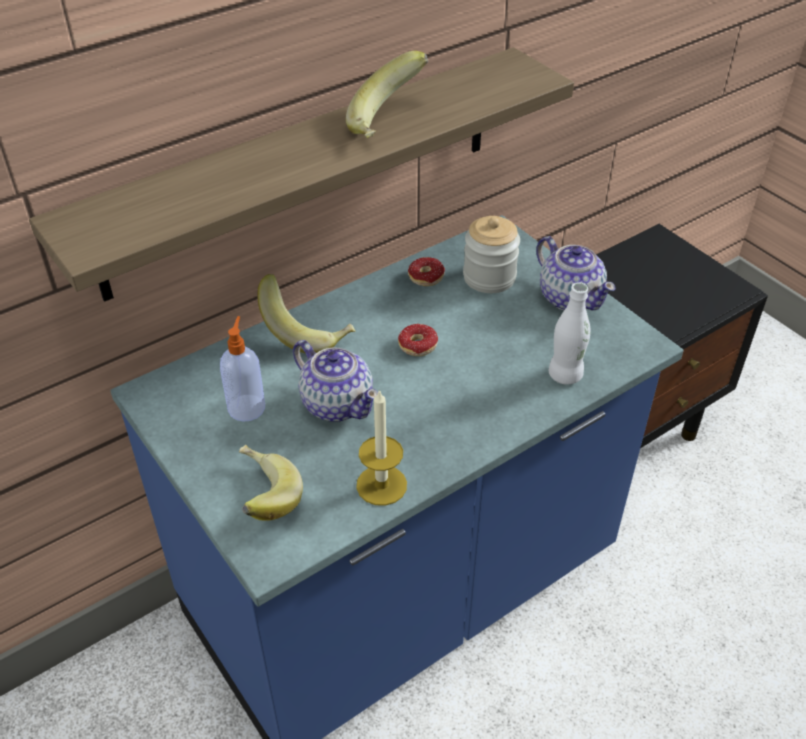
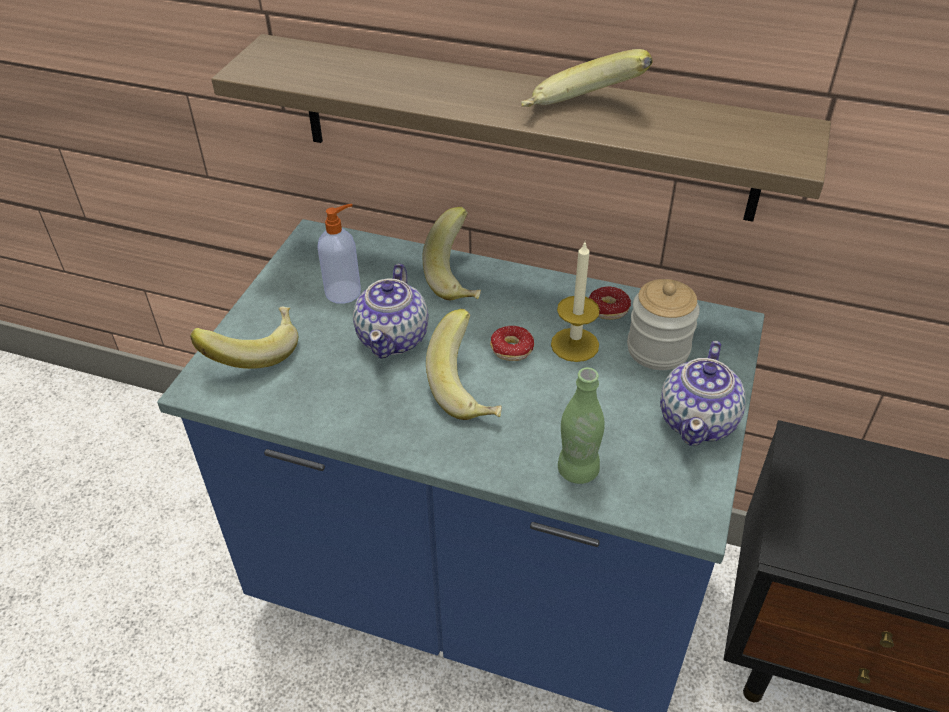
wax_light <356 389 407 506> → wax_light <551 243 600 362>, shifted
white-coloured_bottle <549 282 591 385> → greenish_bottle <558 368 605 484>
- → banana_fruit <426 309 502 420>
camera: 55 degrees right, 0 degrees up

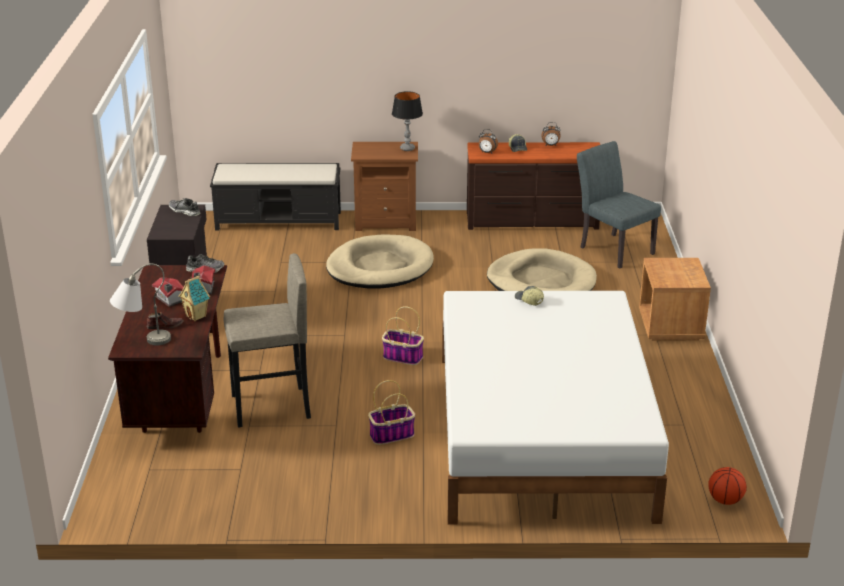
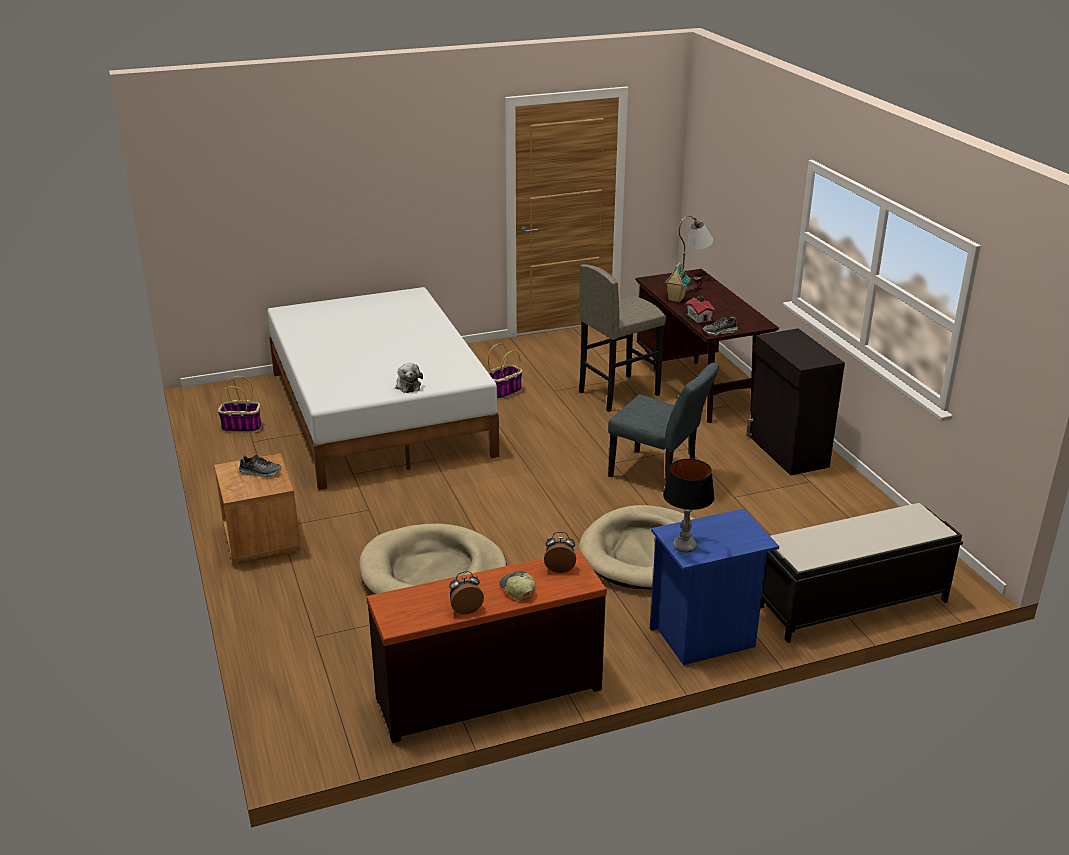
miniature_house <152 277 184 307> → -
shoe <169 198 201 216> → shoe <239 455 281 478>, shifted
brown_bedside_table <351 142 418 231> → blue-coloured_bedside_table <650 509 779 665>
household_basket <382 306 424 365> → household_basket <218 376 262 432>, shifted
peaked_cap <515 286 544 306> → plush_toy <395 363 423 393>
greyish_chair <577 141 661 268> → greyish_chair <608 363 719 481>, shifted
basketball <708 467 747 505> → -
camera: 160 degrees right, 0 degrees up

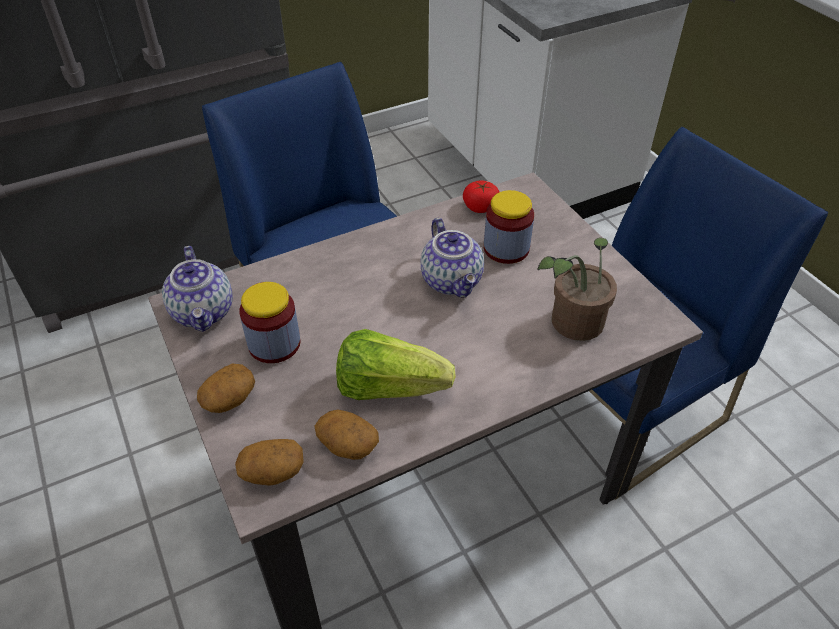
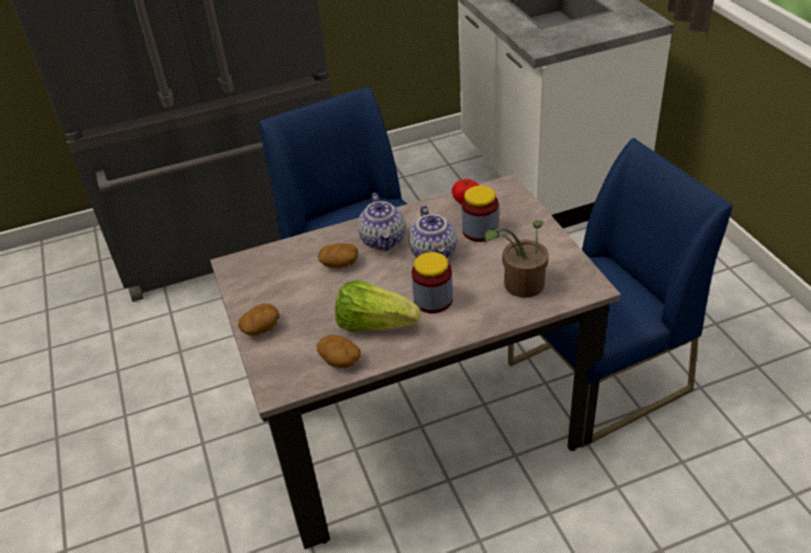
pot_for_tea <162 246 233 332> → pot_for_tea <358 193 405 251>, shifted
whole_potato <235 439 304 486> → whole_potato <318 243 358 268>, shifted
preserve_jar <239 282 301 363> → preserve_jar <412 252 453 313>, shifted
camera: 10 degrees right, 5 degrees down

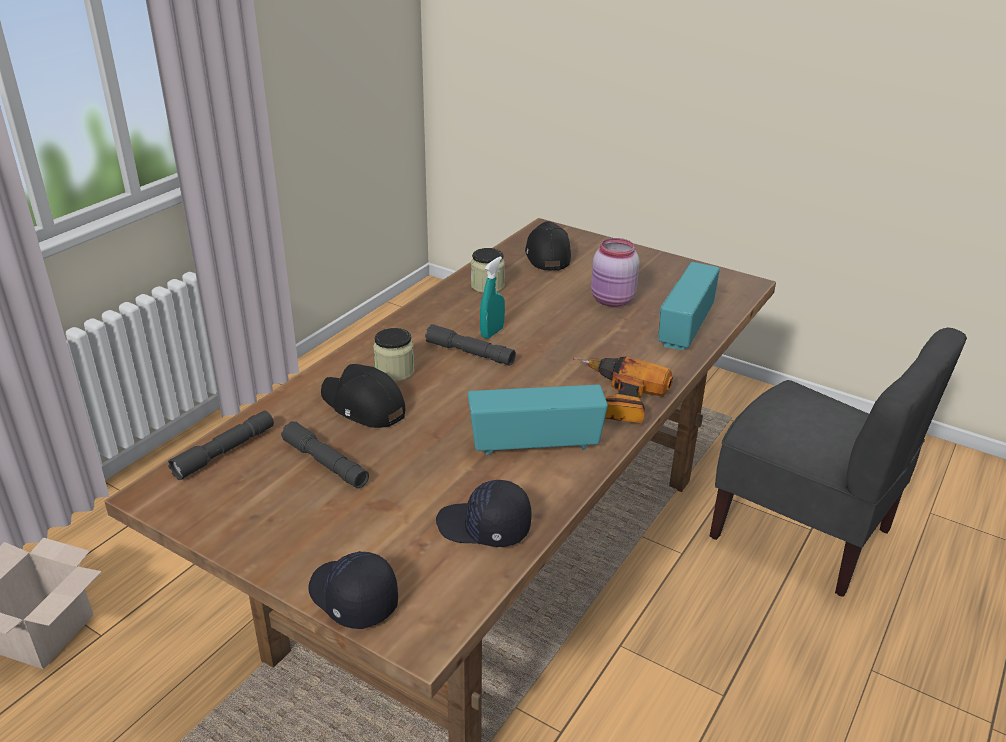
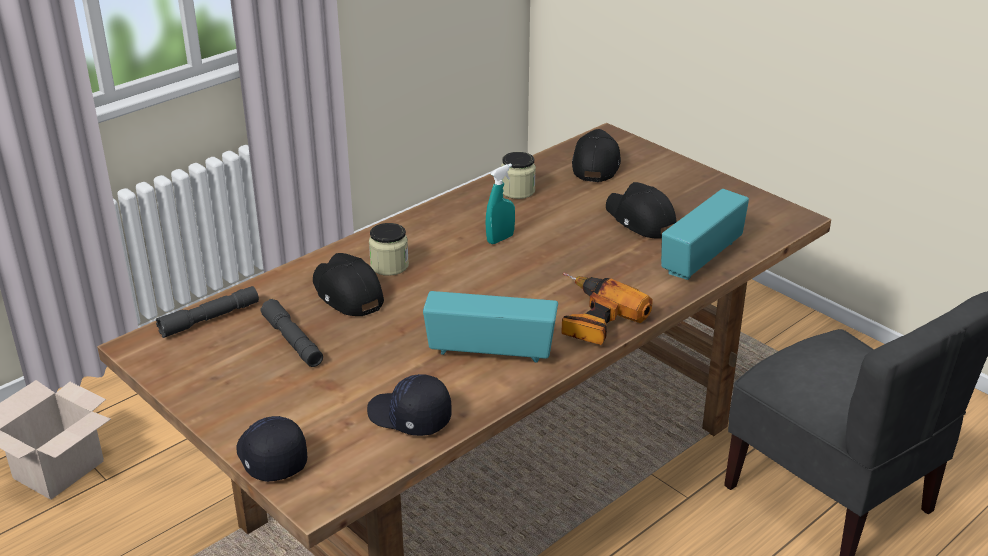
greyish_hand_torch <425 324 516 365> → -
pink-coloured_preserve_jar <591 238 640 307> → black-coloured_peaked_cap <606 182 677 239>
camera: 15 degrees right, 0 degrees up

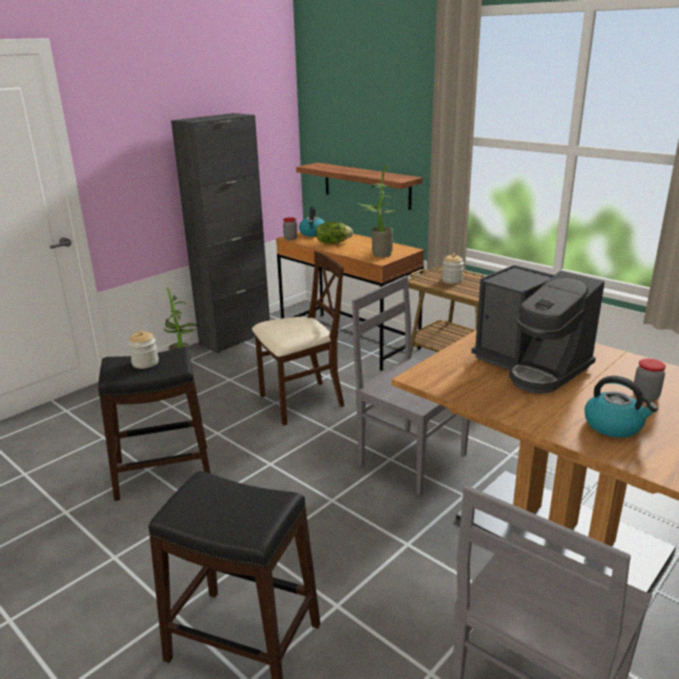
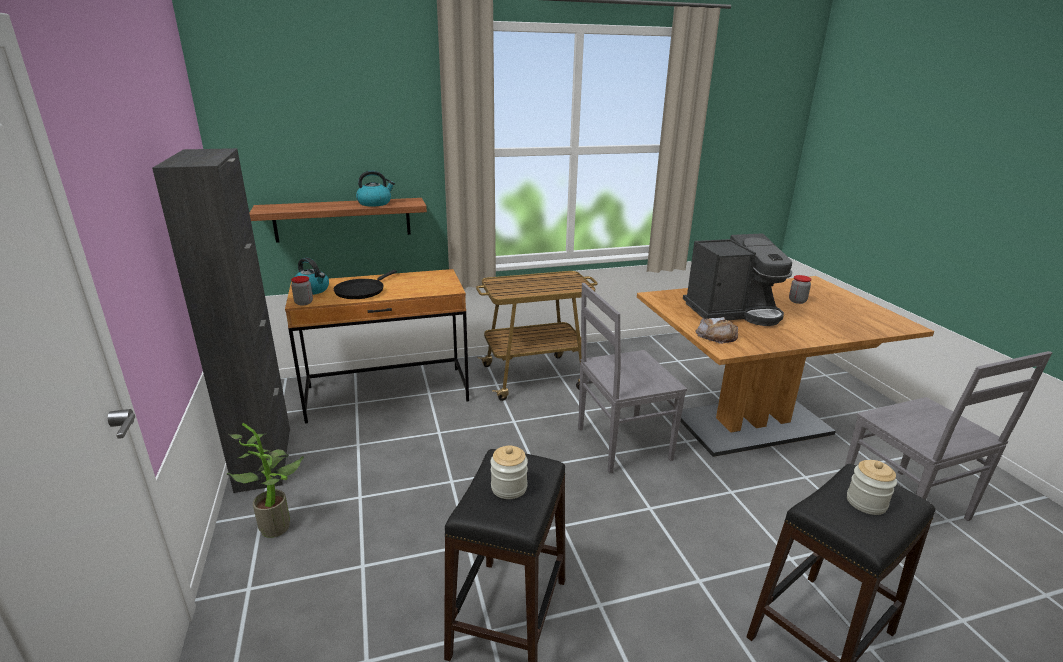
beige_chair <252 251 344 426> → -
lettuce_head <316 222 353 244> → black-coloured_skillet <334 270 397 299>
plant_in_a_pot <357 165 395 257> → -
preserve_jar <442 253 464 283> → preserve_jar <847 460 897 515>, shifted
kettle <584 376 658 438> → kettle <356 171 395 207>, shifted
- → baked_bread <695 317 738 344>
camera: 60 degrees left, 0 degrees up

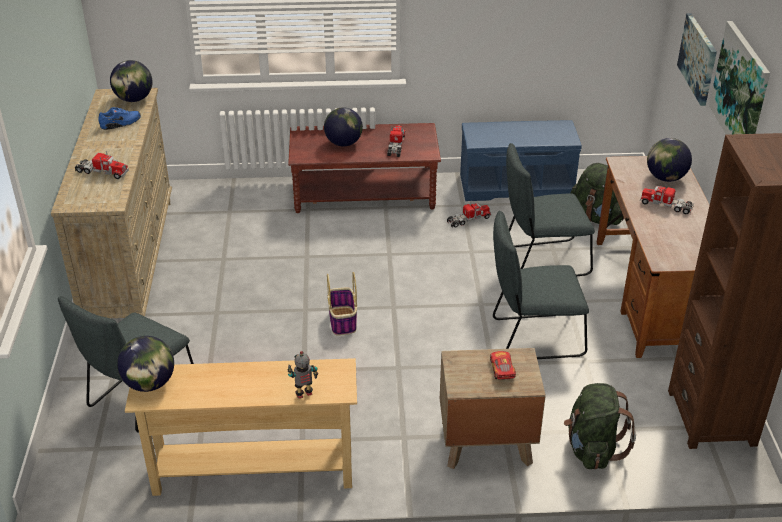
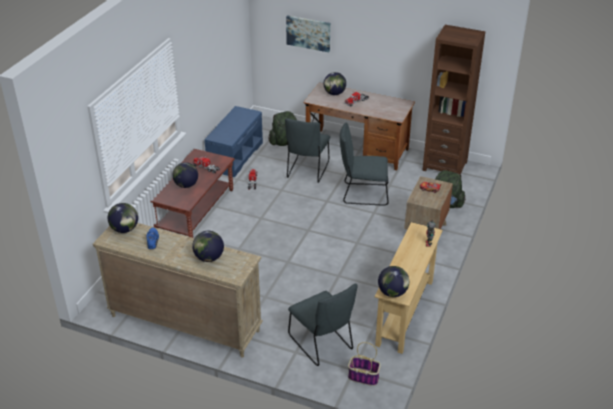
toy_lorry <75 151 129 179> → globe <192 231 224 262>
household_basket <327 272 357 336> → household_basket <348 342 381 386>, shifted
greyish_chair <493 211 589 359> → greyish_chair <340 123 389 206>, 75 degrees clockwise
picture <709 21 770 135> → -
camera: 65 degrees left, 0 degrees up

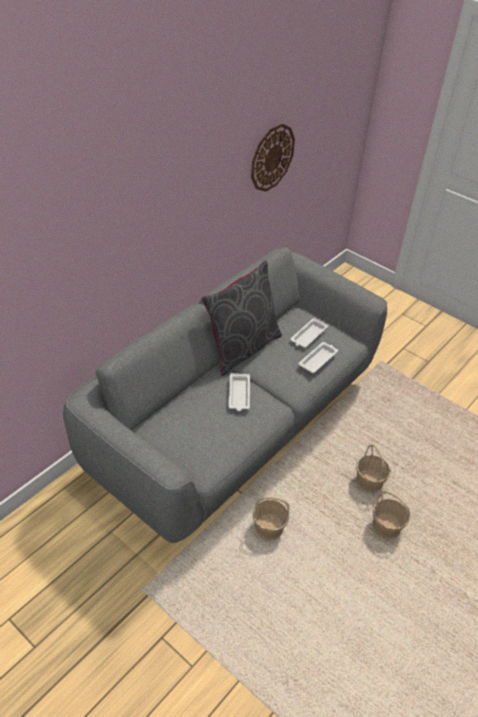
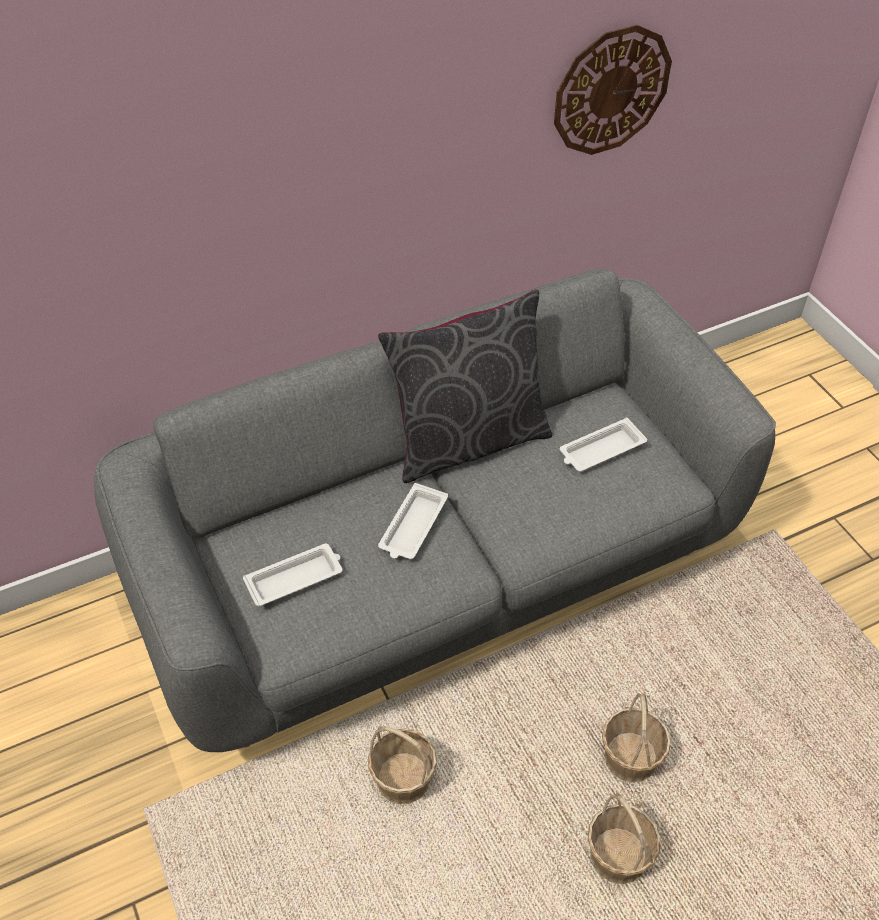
white-coloured_tray <298 342 338 373> → white-coloured_tray <243 544 342 607>, shifted
camera: 25 degrees right, 5 degrees up

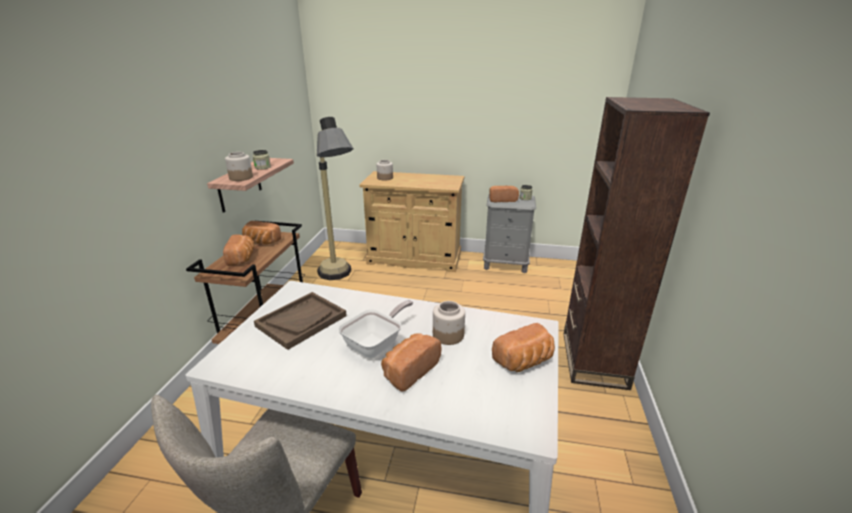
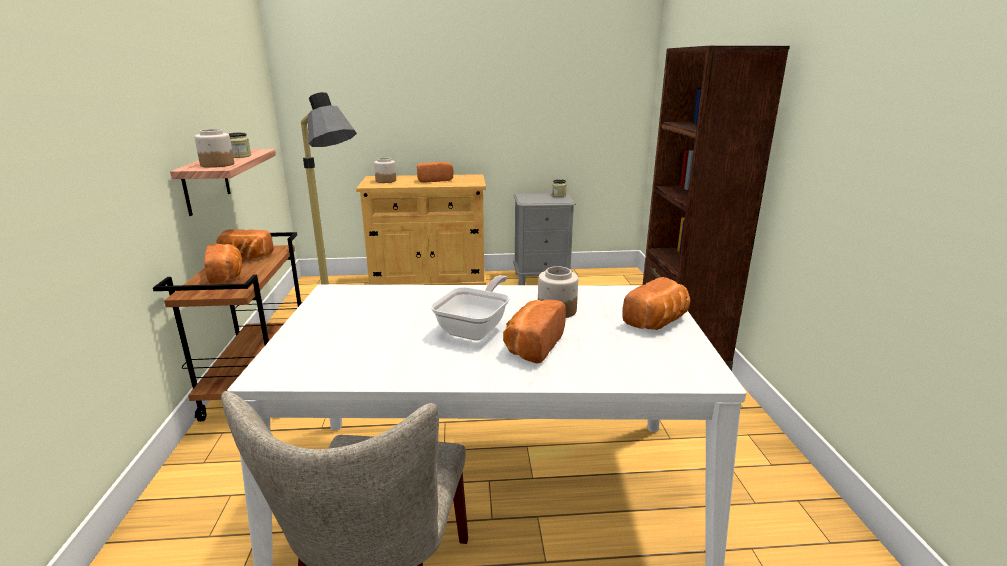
brown_tray <254 292 347 350> → -
baked_bread <489 186 519 202> → baked_bread <417 162 454 182>, shifted
camera: 15 degrees left, 5 degrees down

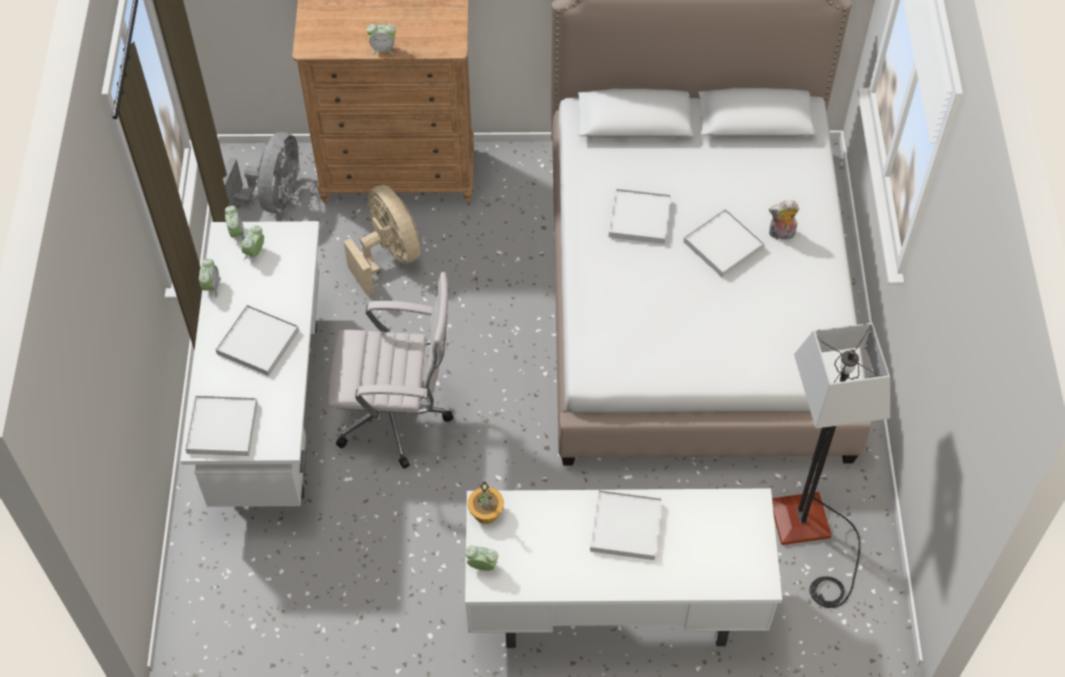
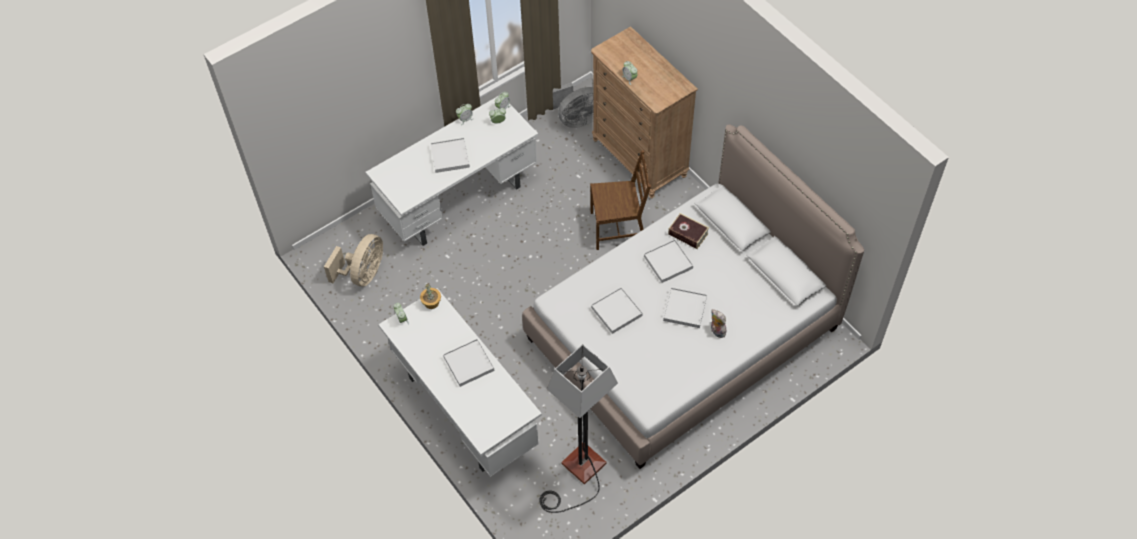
white-coloured_tray <185 395 258 456> → white-coloured_tray <591 287 643 334>, shifted
white-coloured_computer_chair <328 272 453 469> → -
beige_fan <344 185 420 296> → beige_fan <324 234 383 286>, shifted
- → brown_chair <590 150 651 250>
- → volume <668 213 709 249>
camera: 55 degrees right, 0 degrees up

